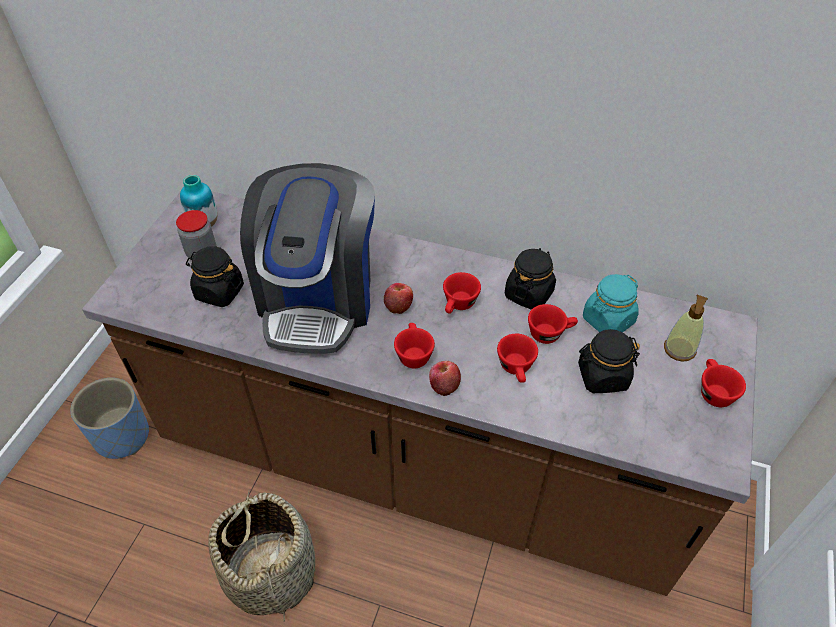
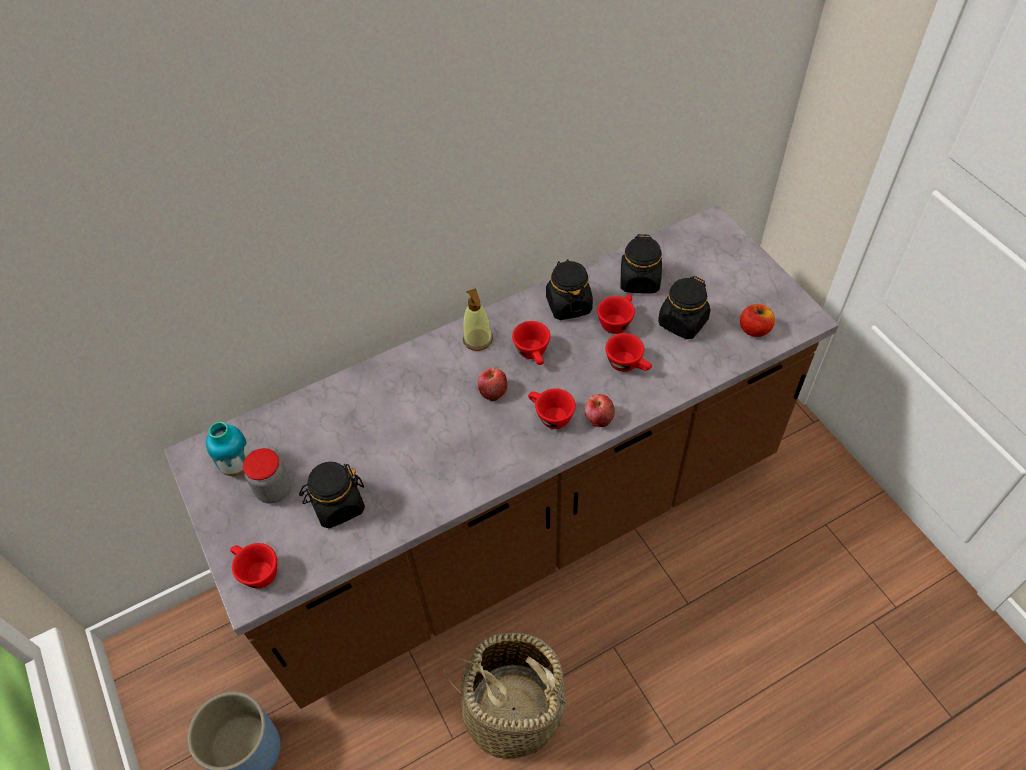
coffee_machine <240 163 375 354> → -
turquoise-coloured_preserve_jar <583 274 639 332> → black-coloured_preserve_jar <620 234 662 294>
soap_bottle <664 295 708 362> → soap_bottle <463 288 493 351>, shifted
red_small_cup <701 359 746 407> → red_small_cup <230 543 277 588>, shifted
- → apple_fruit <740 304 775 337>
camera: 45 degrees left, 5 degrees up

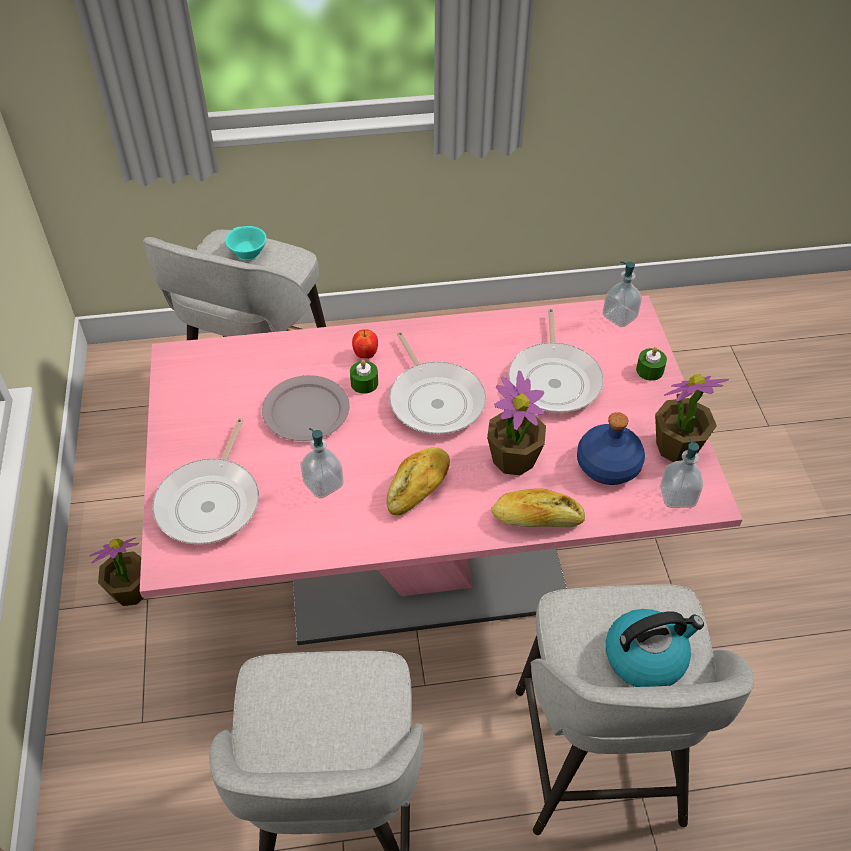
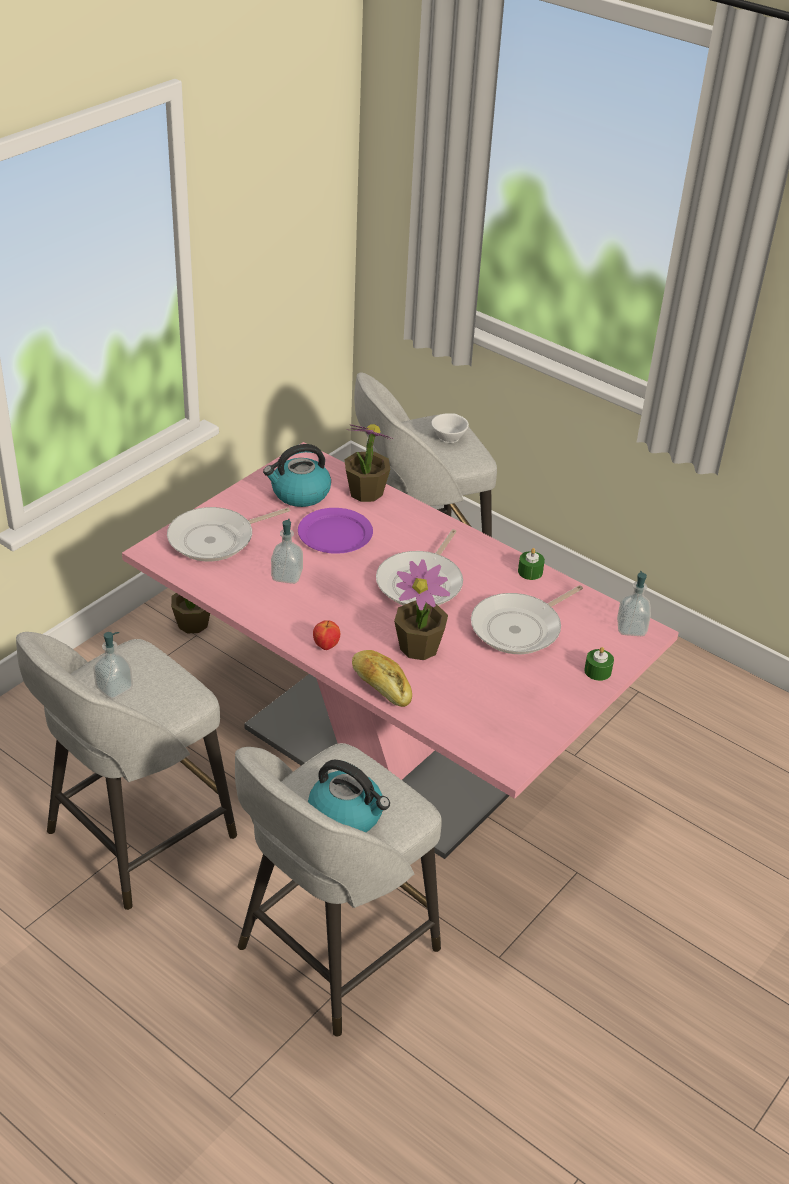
turquoise-coloured_small_cup <225 226 267 260> → white-coloured_small_cup <431 413 469 443>
greyish_plate <262 375 350 441> → purple-coloured_plate <298 508 373 554>
greenish_wax_light <350 360 378 394> → greenish_wax_light <518 548 545 580>, shifted
apple_fruit <352 329 378 359> → apple_fruit <313 620 340 650>, shifted
baked_bread <386 448 450 515> → -
blue-coloured_bottle <577 412 645 485> → -
plant_in_a_pot <655 374 729 462> → plant_in_a_pot <344 424 393 502>, shifted
soap_bottle <660 438 703 508> → soap_bottle <93 632 133 699>, shifted
- → kettle <263 444 331 507>
camera: 45 degrees right, 10 degrees down

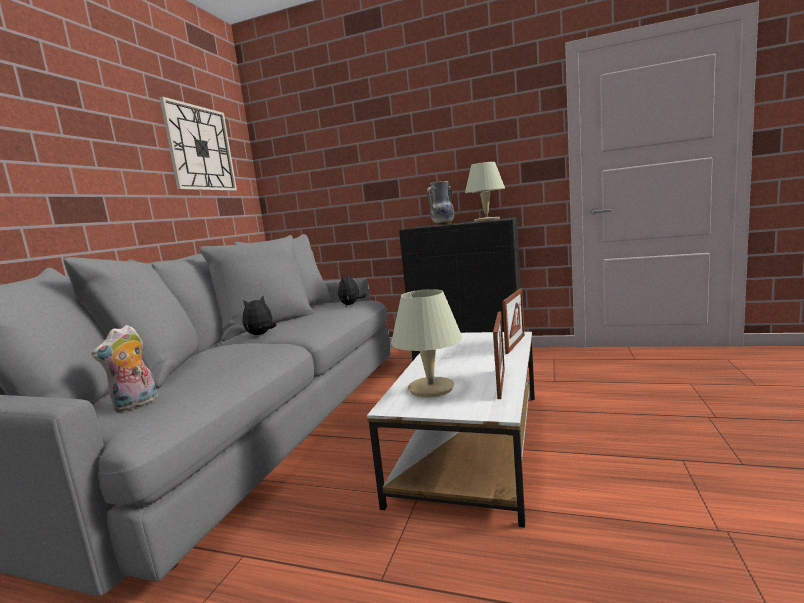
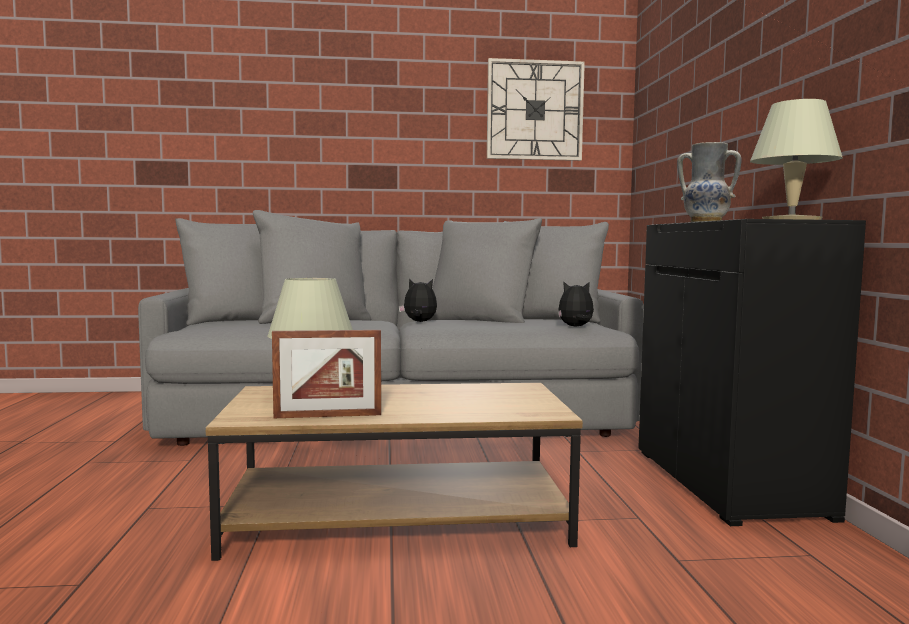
plush_toy <91 325 158 412> → -
white-coloured_lounge_table <367 332 535 528> → brown_lounge_table <206 383 583 561>
standing_frame <502 288 525 354> → -
camera: 65 degrees right, 5 degrees down

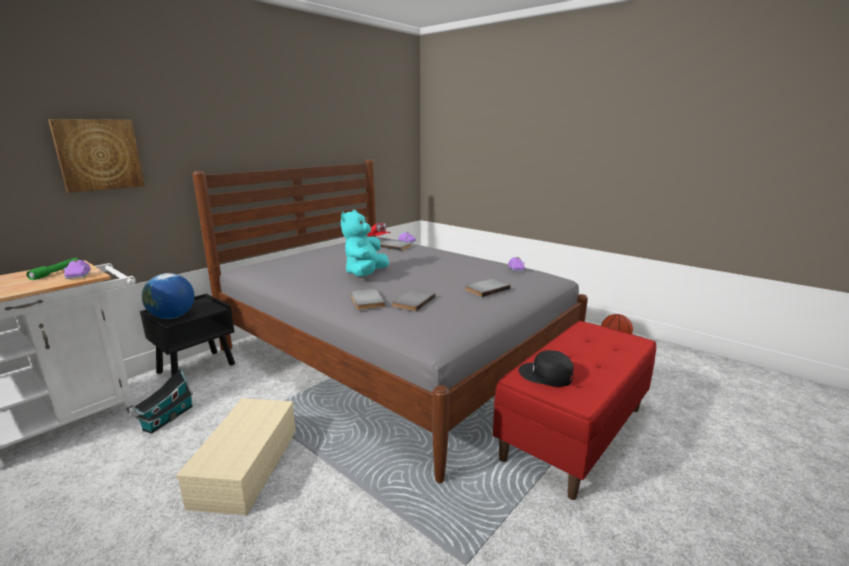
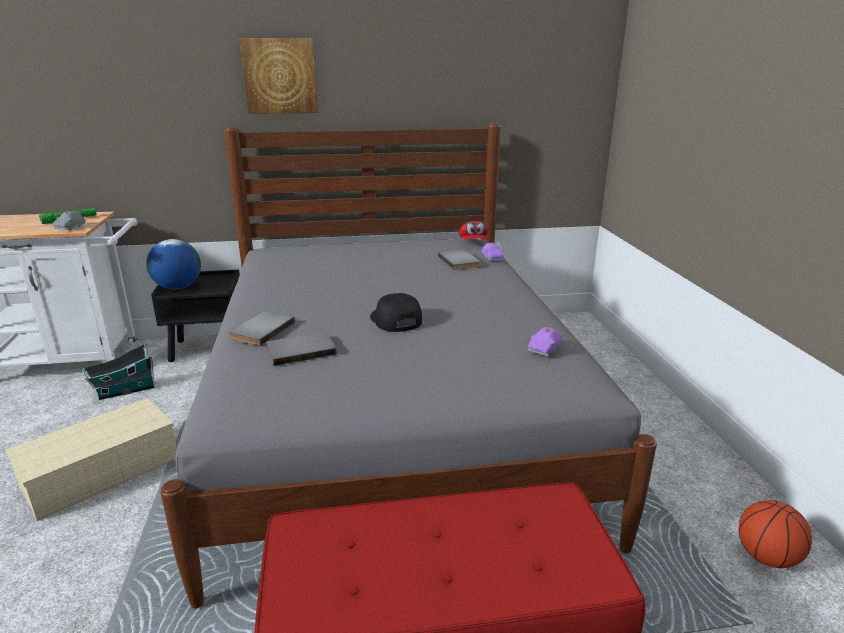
picture <48 119 145 193> → picture <240 38 318 114>, shifted
purple-coloured_model_car <64 259 91 279> → greyish_model_car <53 211 86 230>
turquoise-coloured_plush_toy <341 210 389 276> → -
greyish_volume <465 278 511 297> → -
black-coloured_peaked_cap <519 350 574 387> → black-coloured_peaked_cap <370 293 422 332>, shifted
camera: 40 degrees right, 5 degrees up

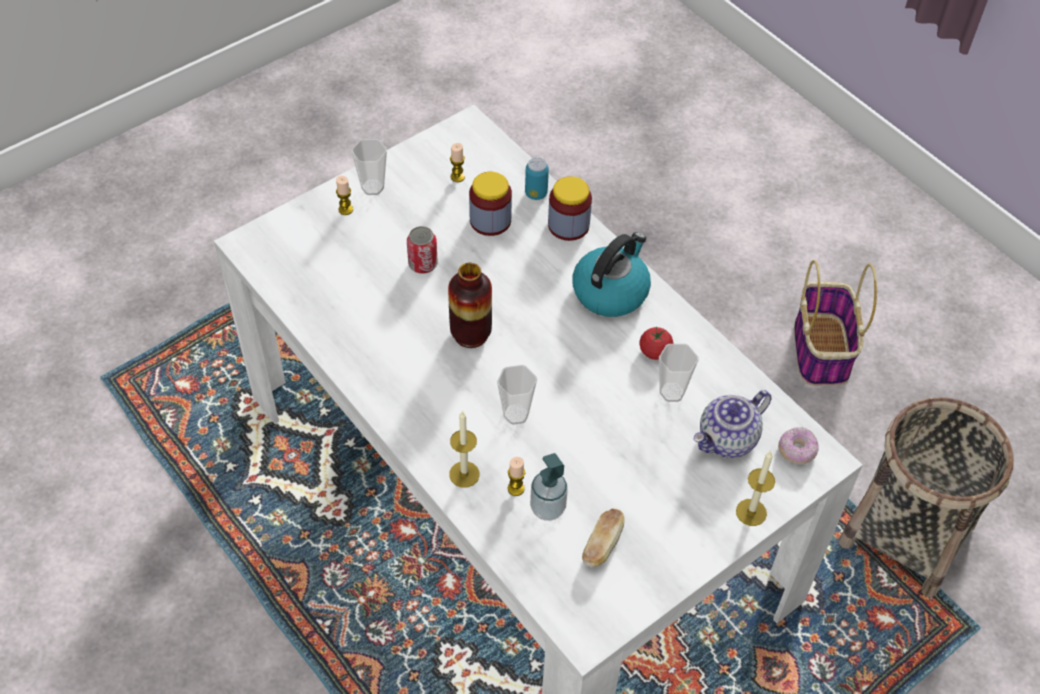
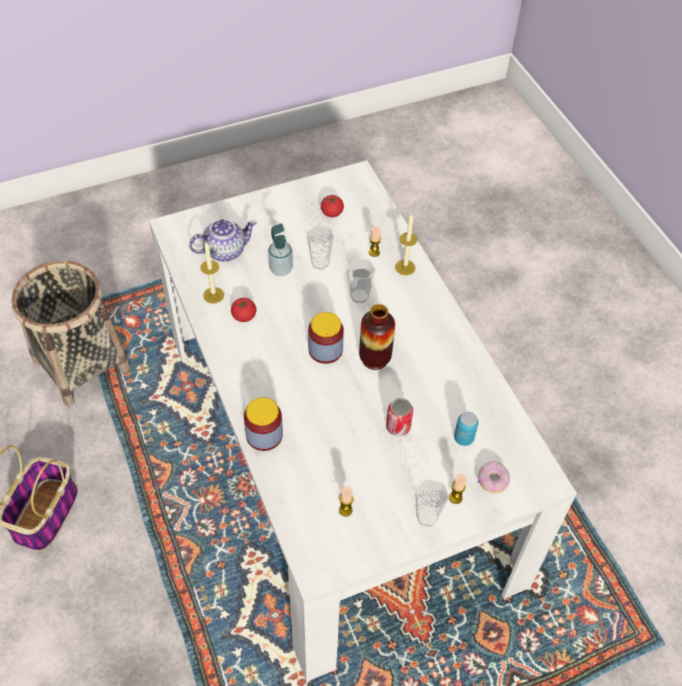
preserve_jar <469 172 512 236> → preserve_jar <308 312 344 364>, shifted
sealed_can <525 158 549 200> → sealed_can <454 412 478 446>, shifted
soap_bottle <530 453 568 521> → soap_bottle <268 223 293 276>, shifted
kettle <572 232 651 317> → -
baked_bread <582 509 625 567> → tomato <321 195 344 217>
small_cup <659 344 699 402> → small_cup <307 225 334 270>, shifted
wax_light <736 451 775 526> → wax_light <201 242 224 304>, shifted
ring_doughnut <778 427 819 464> → ring_doughnut <478 461 510 493>, shifted
camera: 165 degrees left, 0 degrees up

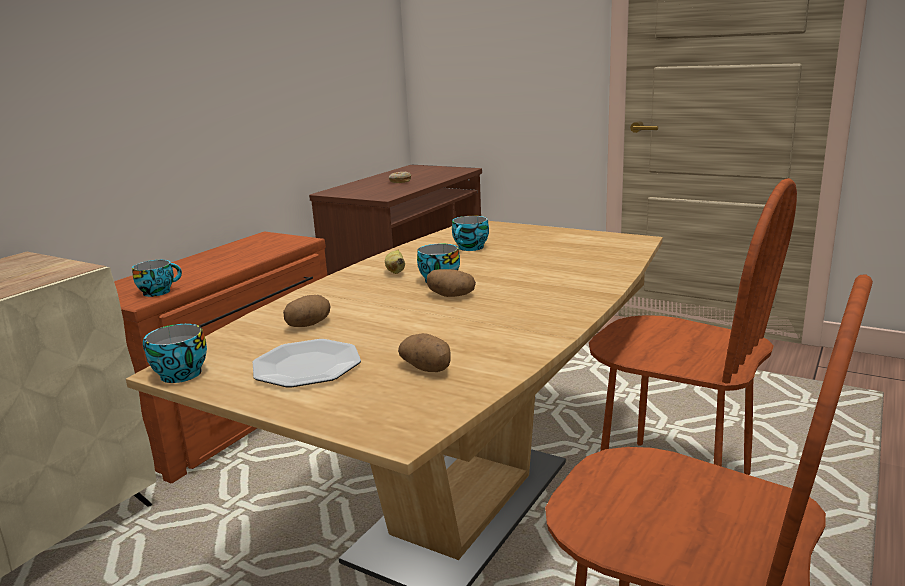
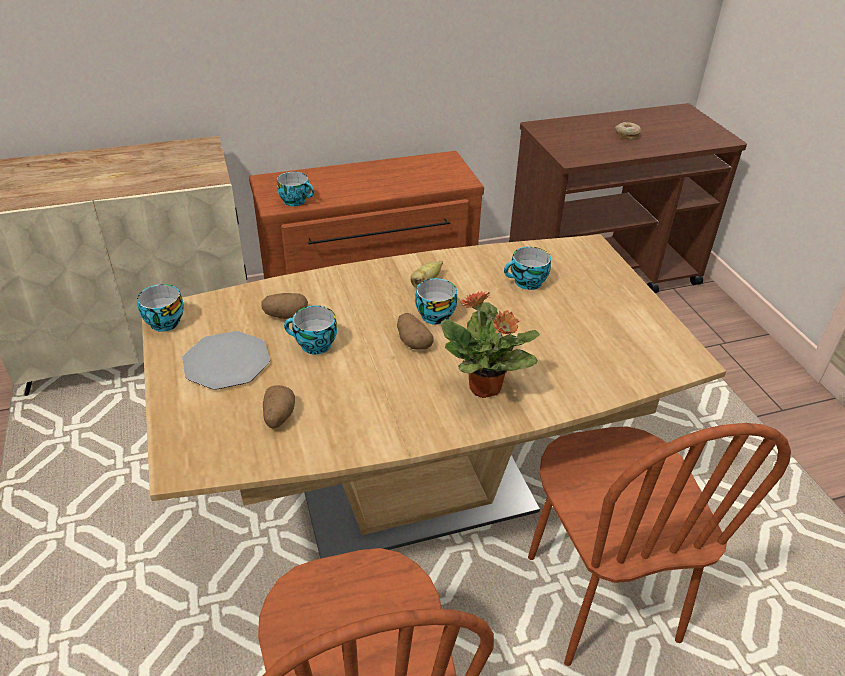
- → small_cup <284 306 337 355>
- → plant_in_a_pot <441 292 540 398>
camera: 40 degrees right, 20 degrees up

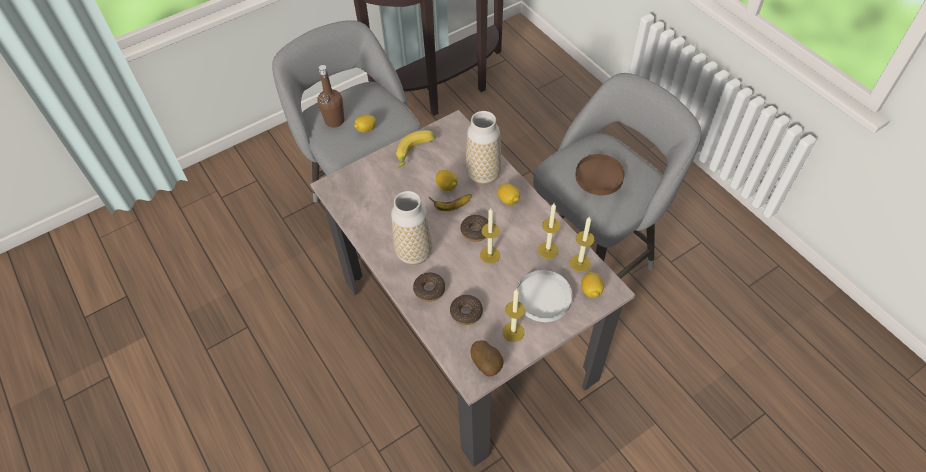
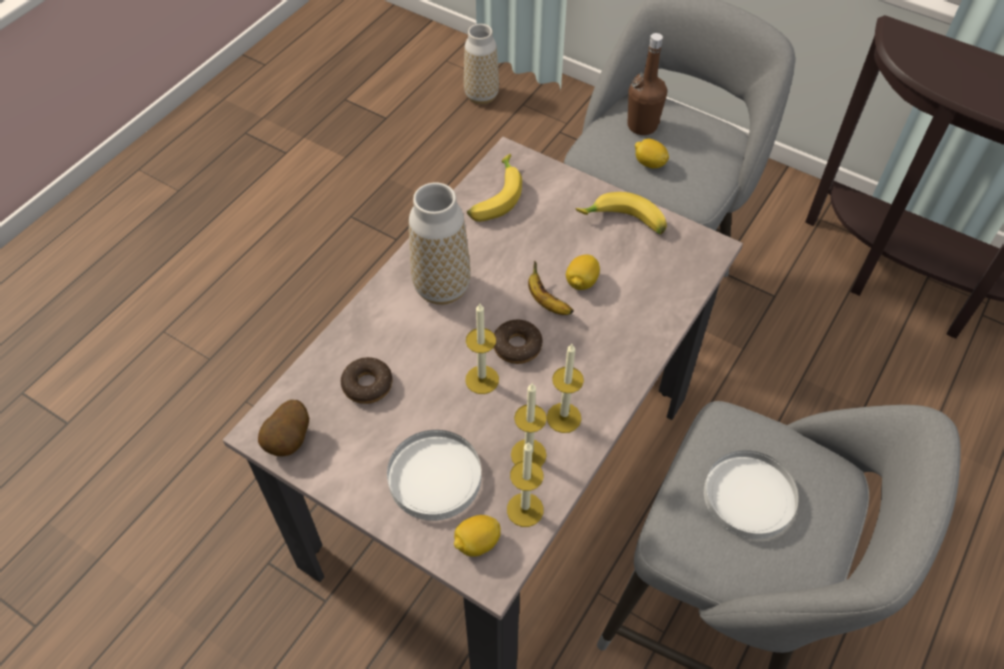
ring_doughnut <413 272 445 302> → -
vase <466 111 501 185> → vase <464 24 499 105>, shifted
lemon <498 183 520 205> → -
wax_light <502 289 525 342> → wax_light <547 344 584 433>, shifted
brown_plate <575 154 625 195> → white-coloured_plate <704 450 799 539>
- → banana_fruit <467 154 522 222>
camera: 65 degrees right, 0 degrees up

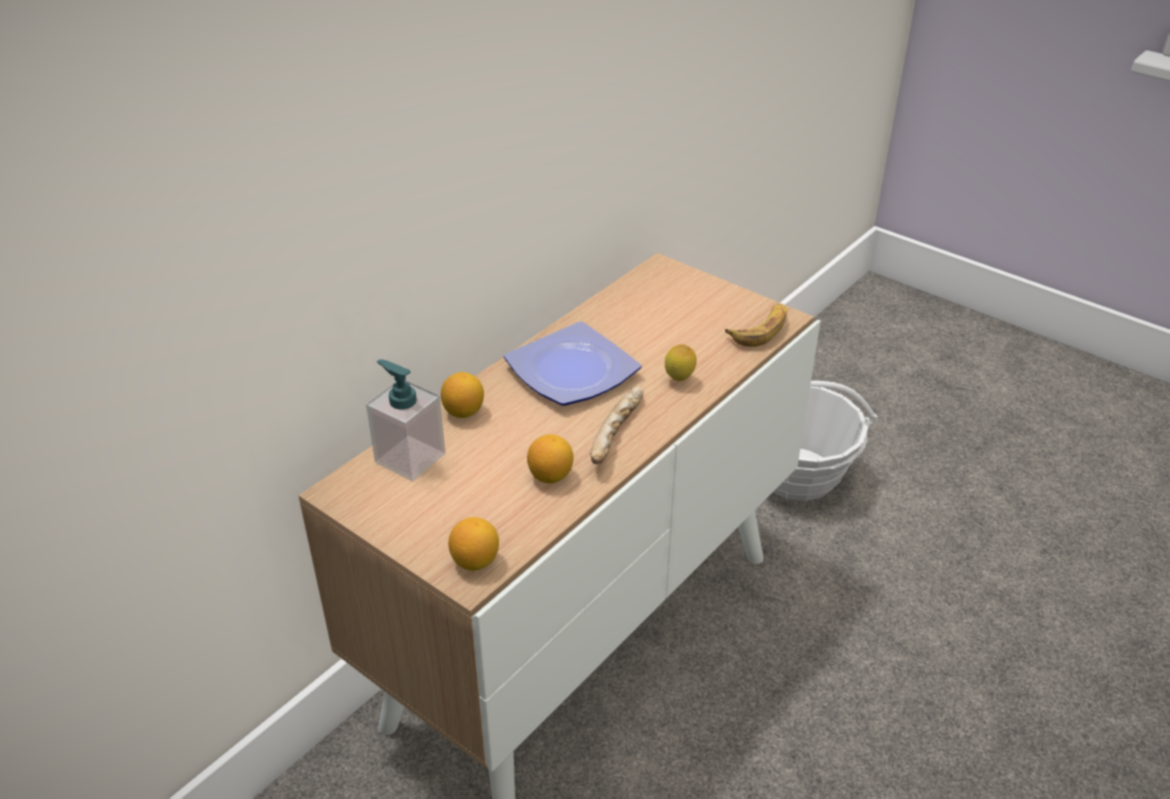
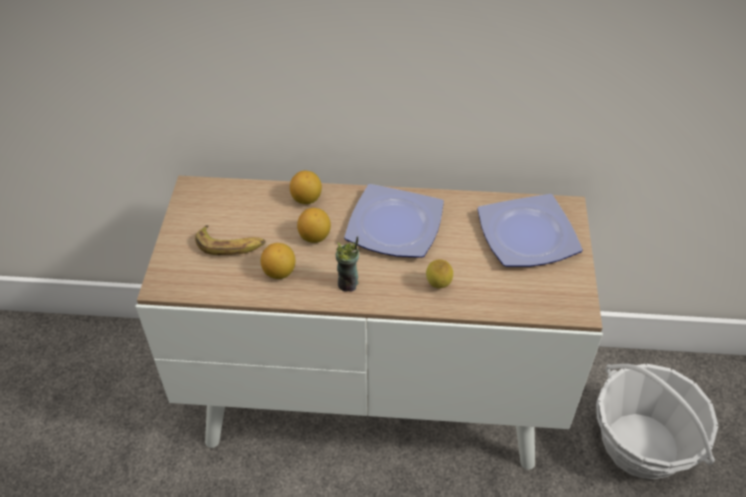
soap_bottle <366 359 446 481> → -
lemon <448 517 499 571> → lemon <297 208 331 243>, shifted
baked_bread <590 387 644 464> → small_cup <336 236 359 292>
banana_fruit <725 304 787 347> → banana_fruit <195 225 265 255>, shifted
- → plate <477 194 583 267>
camera: 55 degrees right, 10 degrees up

